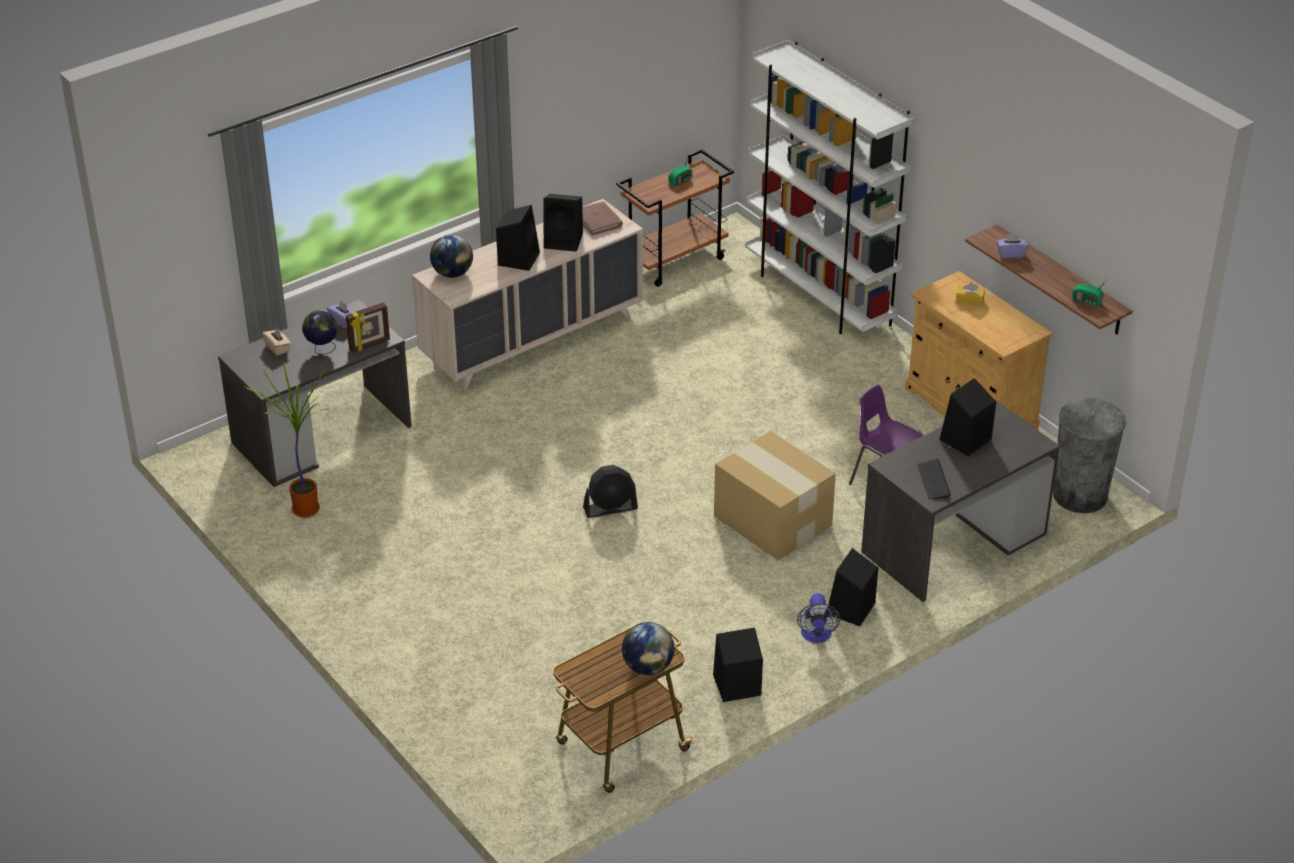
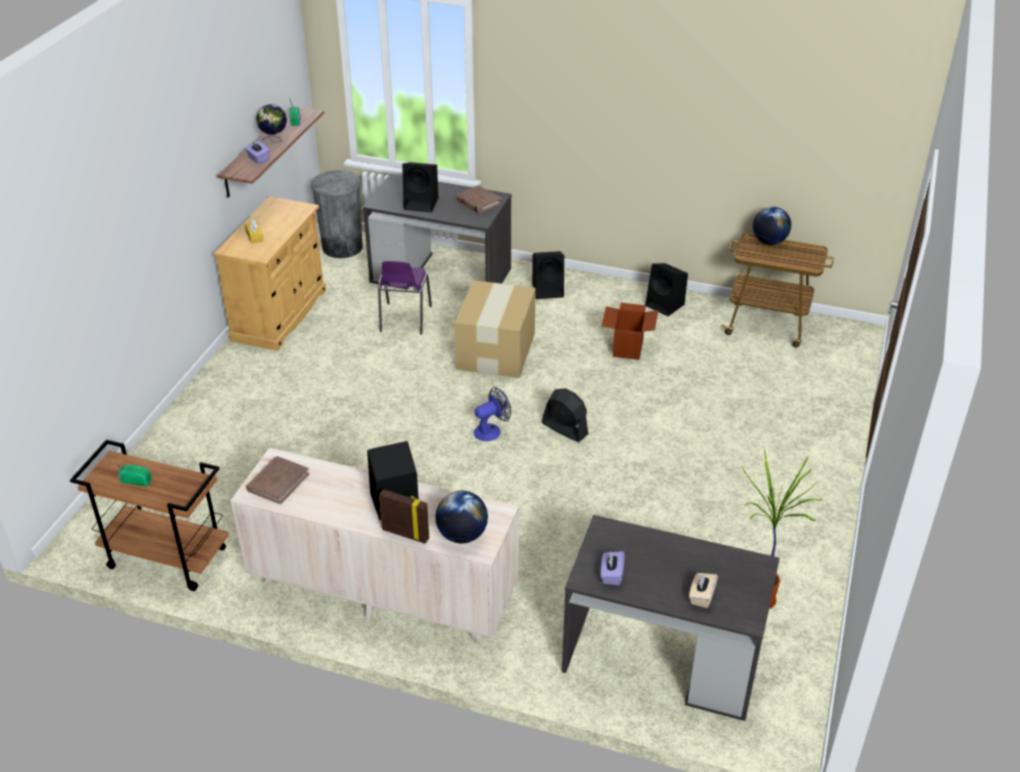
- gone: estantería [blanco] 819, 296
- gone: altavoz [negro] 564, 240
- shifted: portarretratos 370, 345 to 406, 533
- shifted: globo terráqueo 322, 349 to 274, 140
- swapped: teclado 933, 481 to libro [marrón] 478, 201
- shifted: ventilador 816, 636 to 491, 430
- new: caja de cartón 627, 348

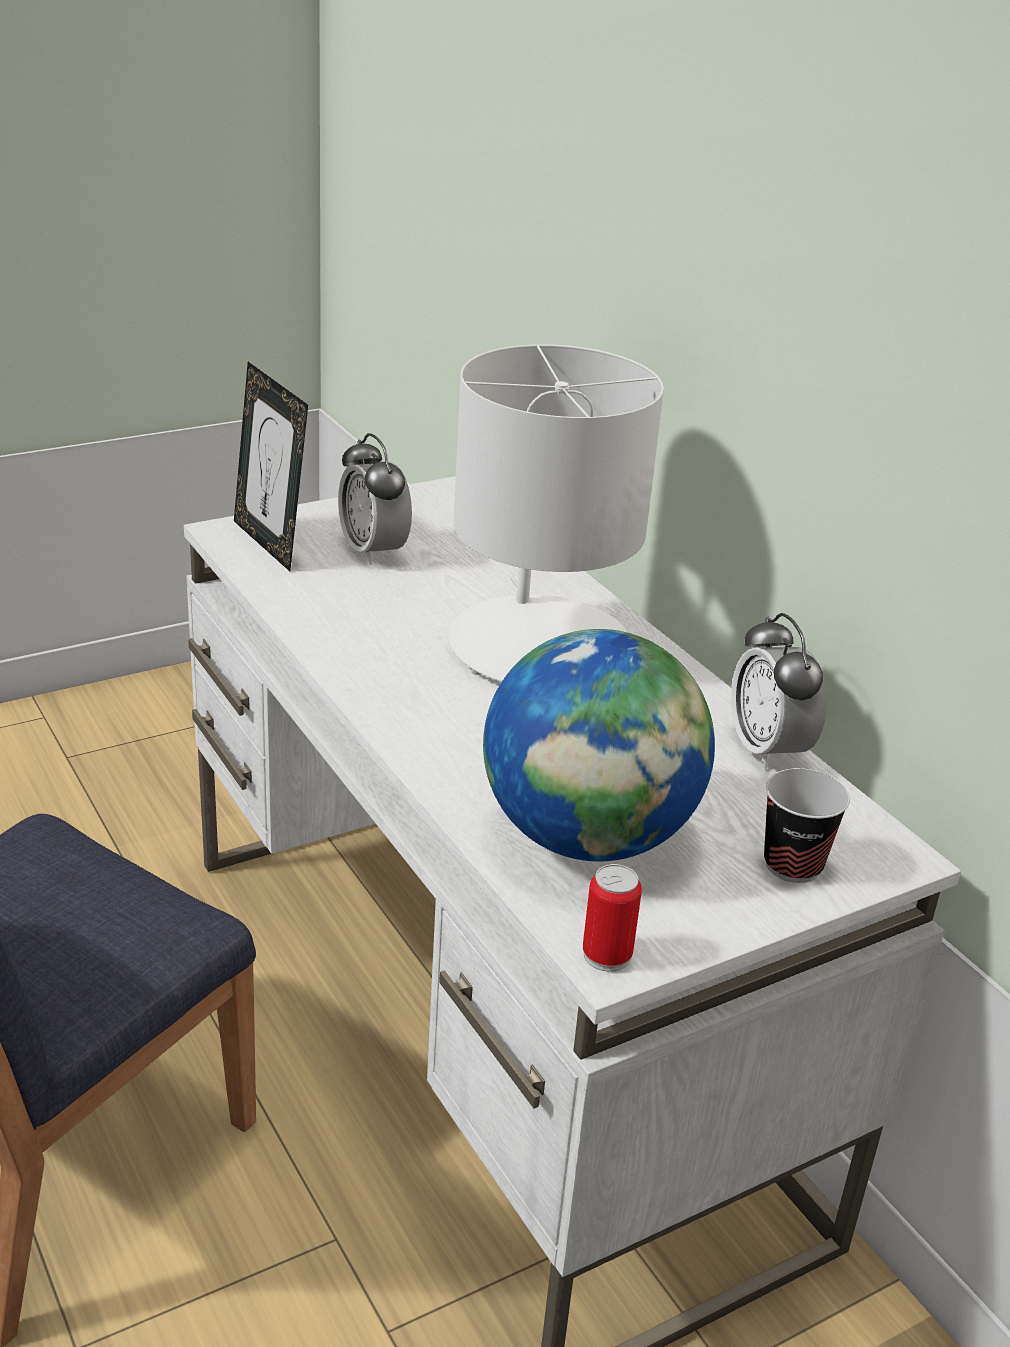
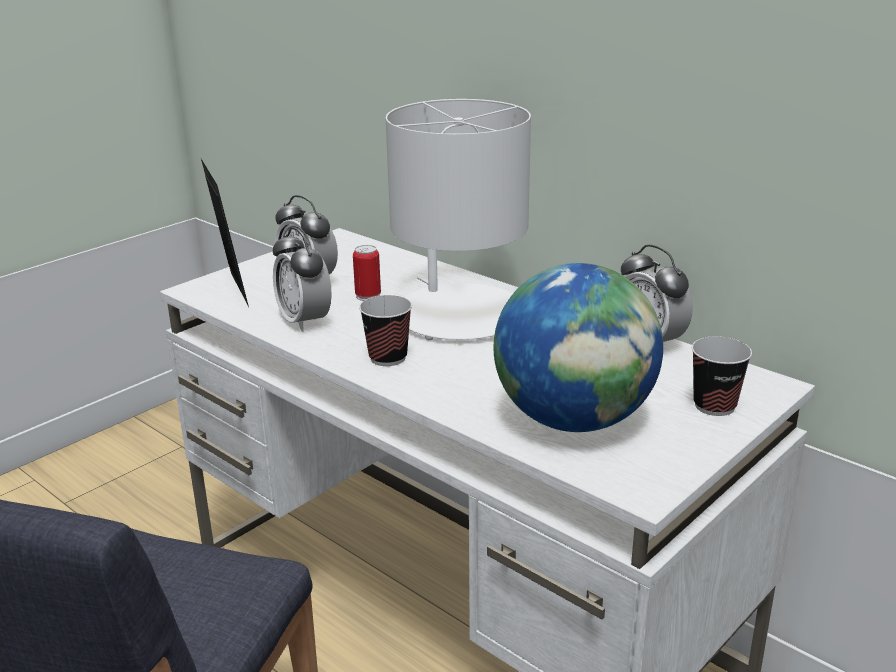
- rotated: portarretratos 270, 543 = 231, 290 150 degrees counterclockwise
- shifted: lata 607, 955 to 368, 296
- new: despertador 304, 321
- new: taza 388, 358

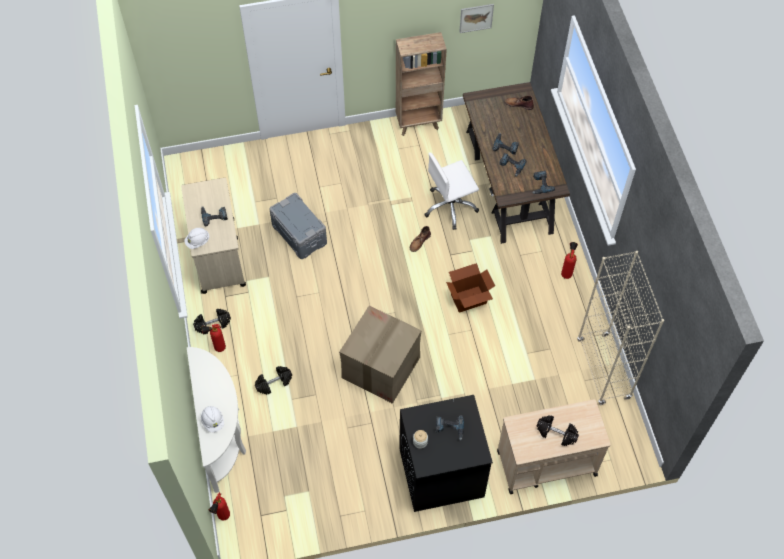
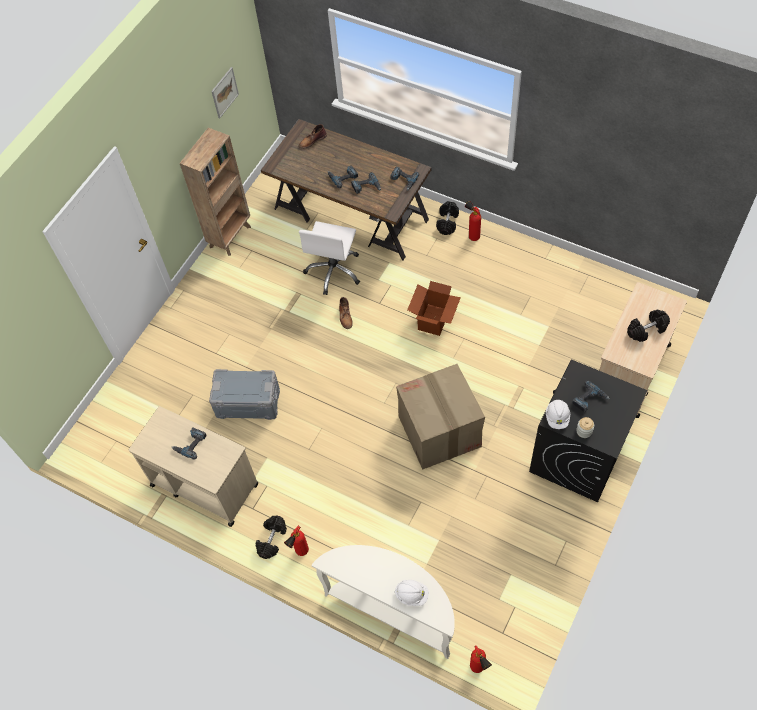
- shifted: casco [blanco] 198, 241 to 557, 417
- gone: estantería [beis] 603, 369
- shifted: mancuerna [negro] 274, 383 to 447, 222

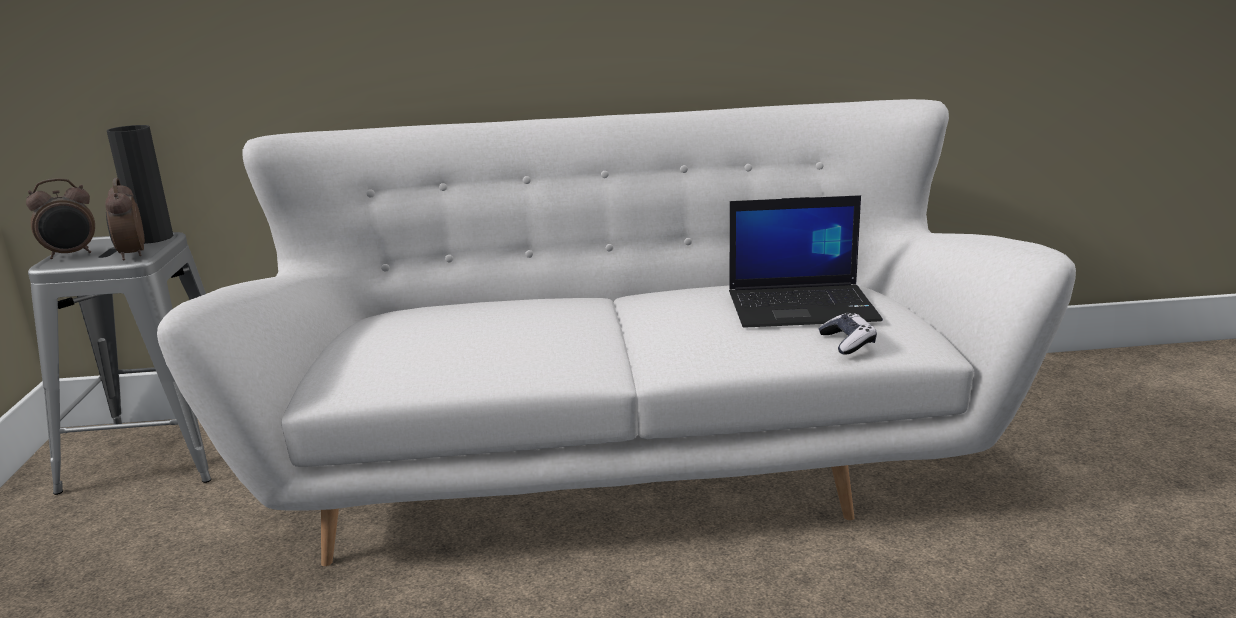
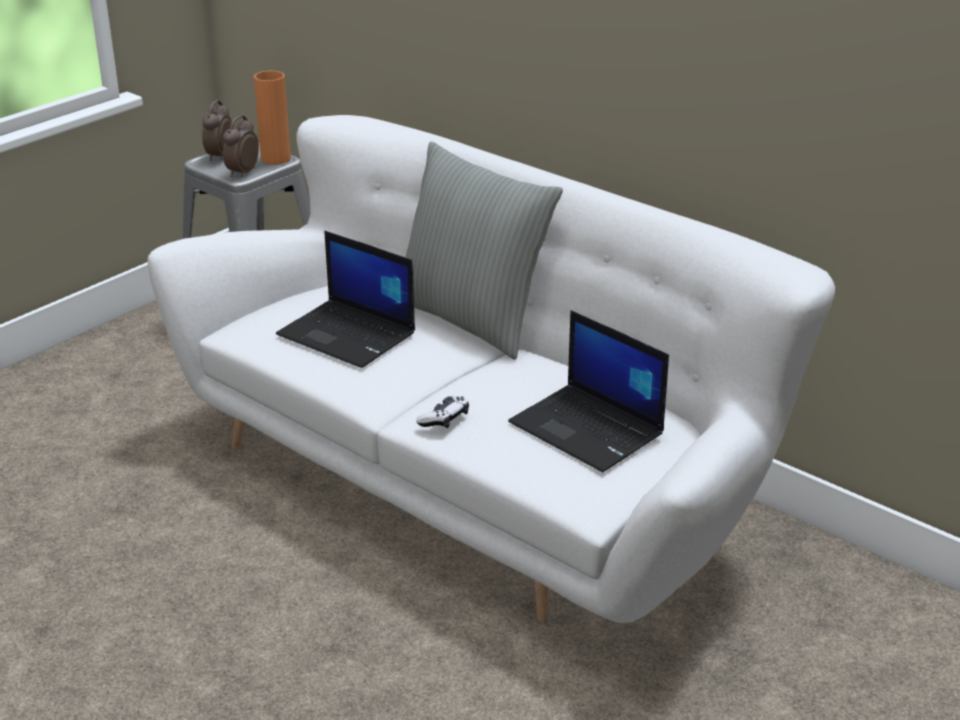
- repainted: florero [negro] 153, 238 to florero [naranja] 275, 159
- rotated: despertador 71, 254 = 219, 156 90 degrees clockwise
- shifted: mando de consola 847, 343 to 444, 419
- new: cojín [gris] 471, 319
- new: portátil 348, 334

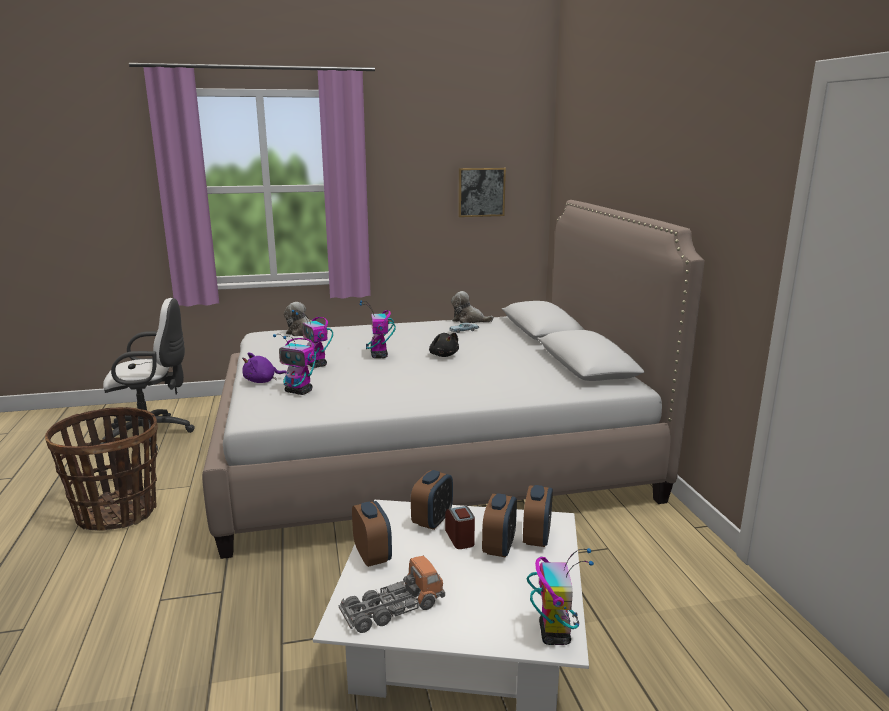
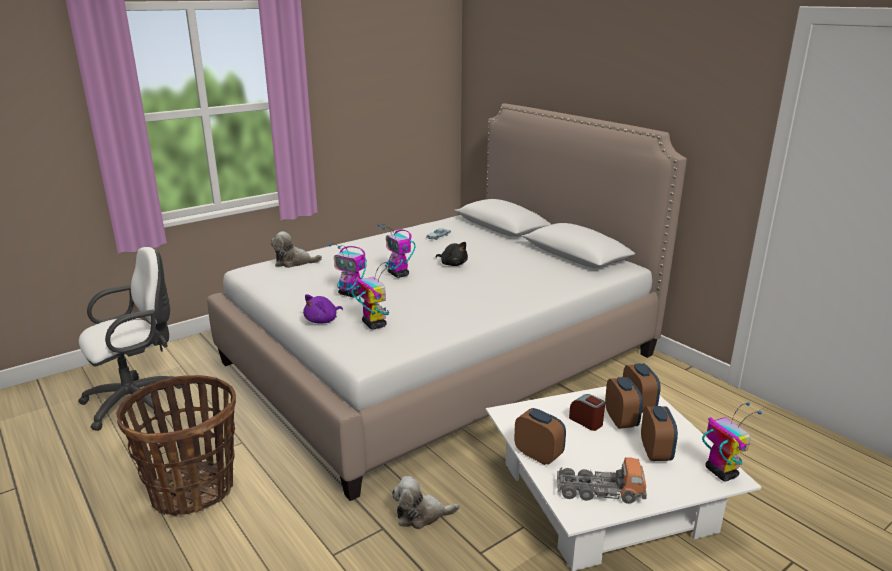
- gone: cuadro 481, 192
- shifted: peluche 469, 320 to 421, 515
- rotated: robot de juguete 299, 392 = 374, 324 120 degrees counterclockwise
- shifted: despertador 432, 520 to 655, 452
- rotated: camión de juguete 392, 609 = 599, 491 60 degrees clockwise

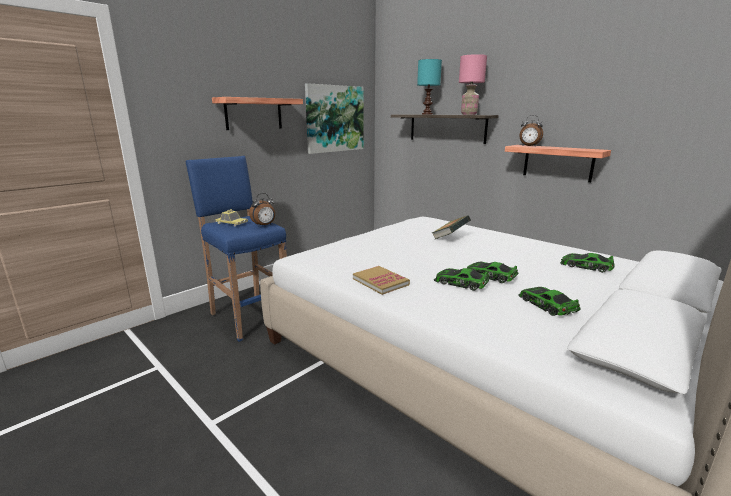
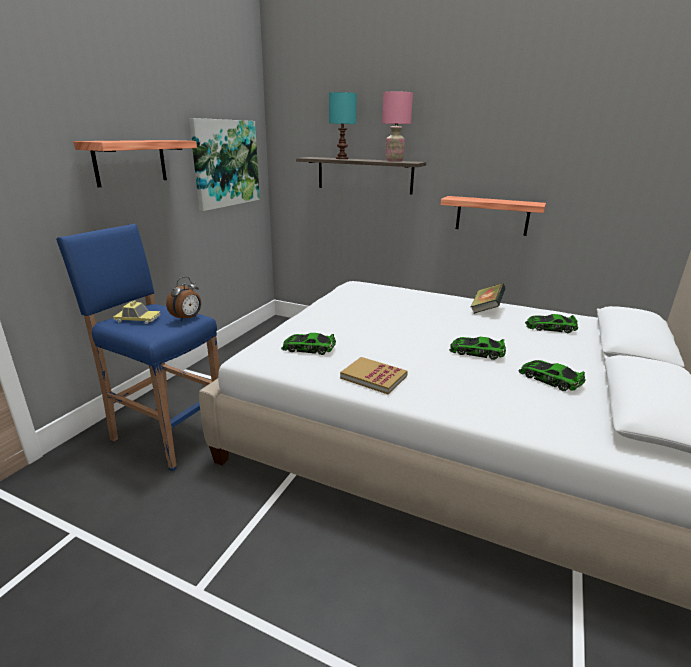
- gone: despertador 529, 146
- shifted: libro 450, 238 to 486, 310
- shifted: coche de juguete 460, 283 to 308, 348

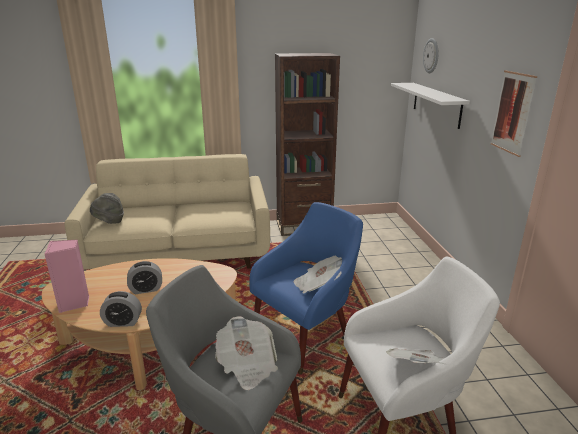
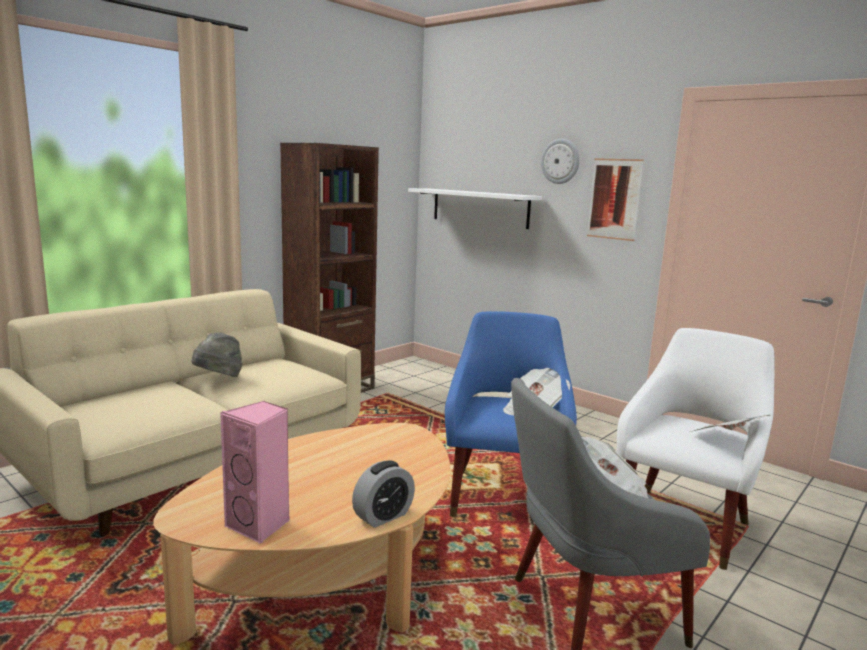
- shifted: reloj de pared 431, 56 to 560, 161
- shifted: sombrero [gris] 109, 222 to 218, 379
- gone: despertador 146, 289

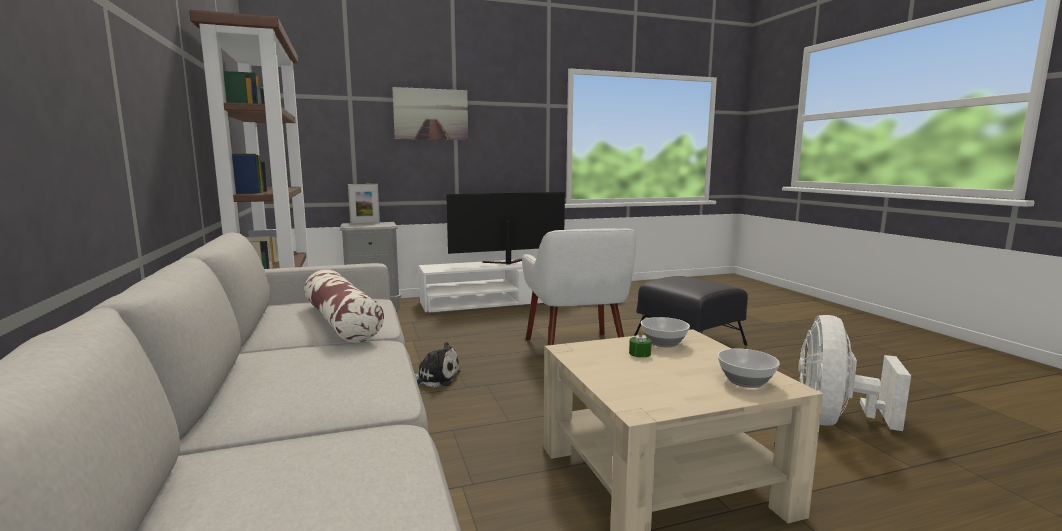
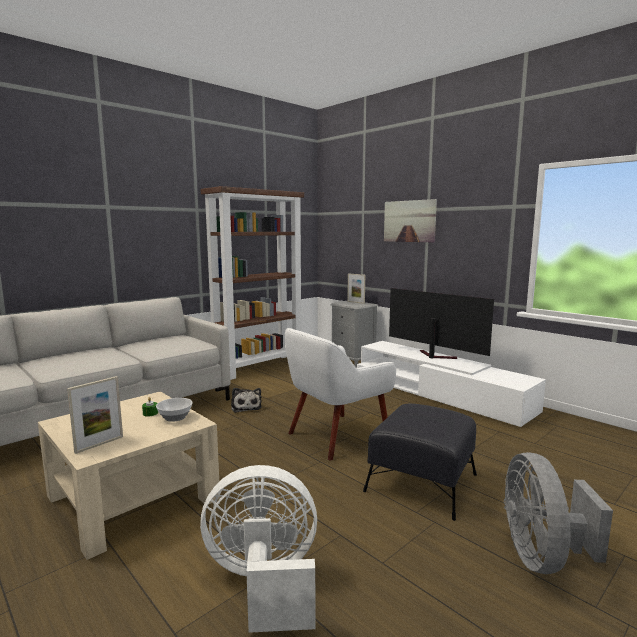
- gone: cojín 341, 322
- swapped: cuenco 744, 381 to portarretratos 99, 444
- new: ventilador [gris] 542, 557

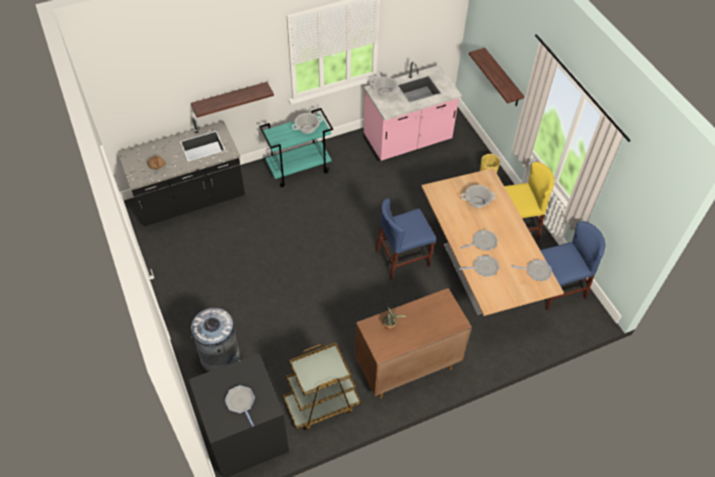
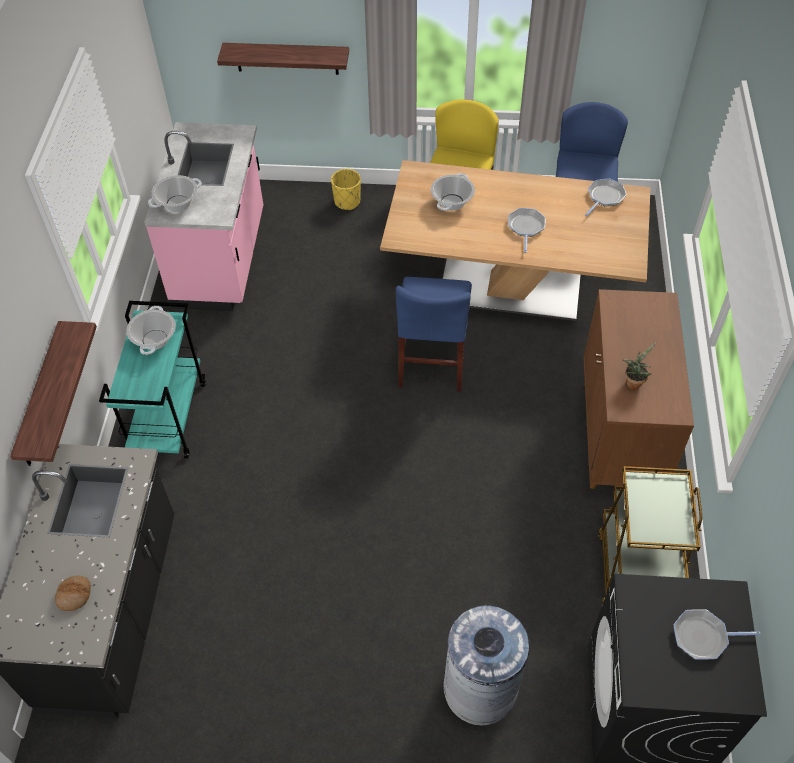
- gone: sartén 483, 268

